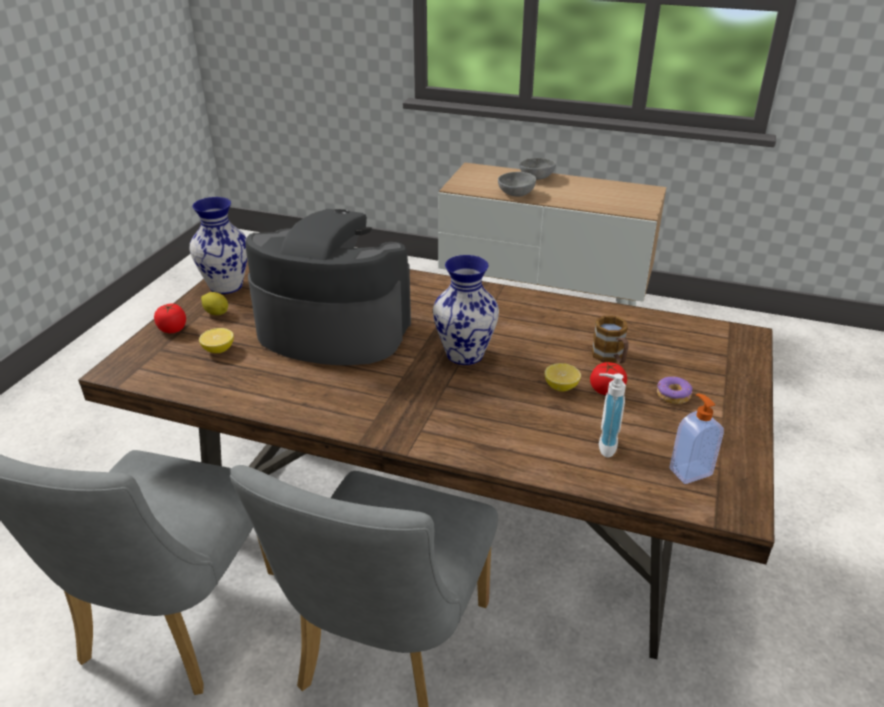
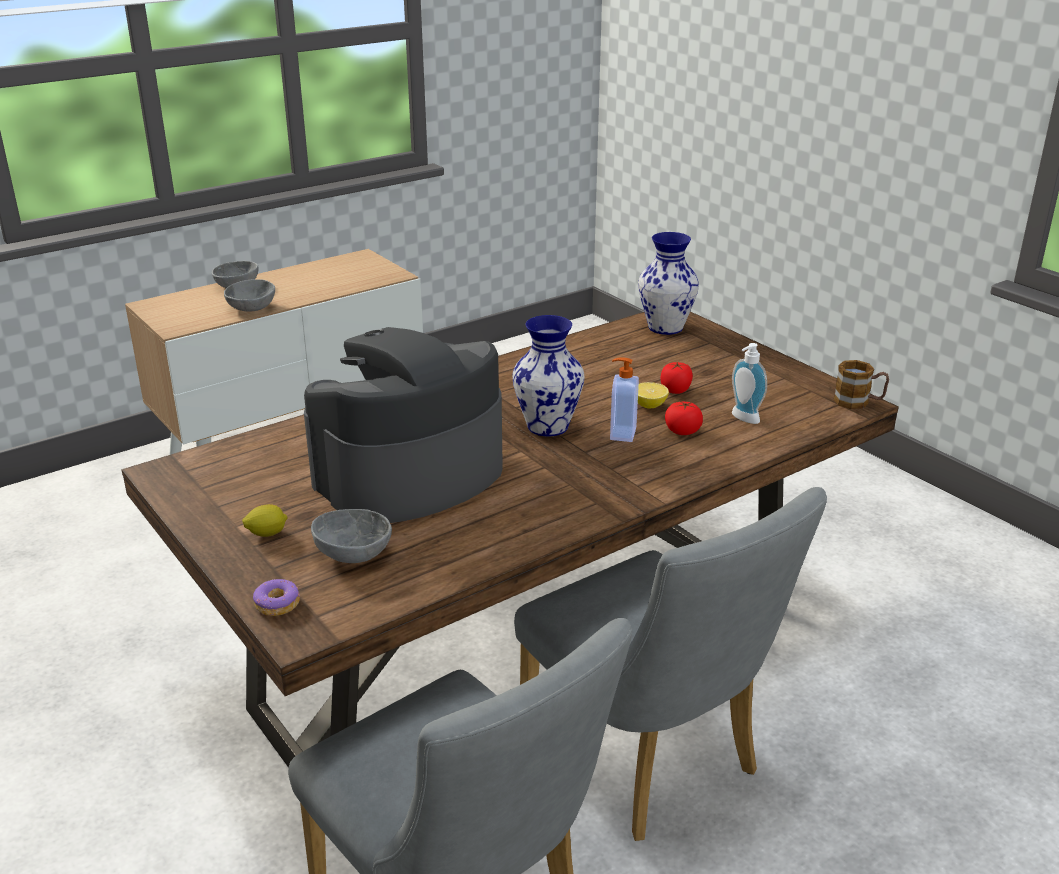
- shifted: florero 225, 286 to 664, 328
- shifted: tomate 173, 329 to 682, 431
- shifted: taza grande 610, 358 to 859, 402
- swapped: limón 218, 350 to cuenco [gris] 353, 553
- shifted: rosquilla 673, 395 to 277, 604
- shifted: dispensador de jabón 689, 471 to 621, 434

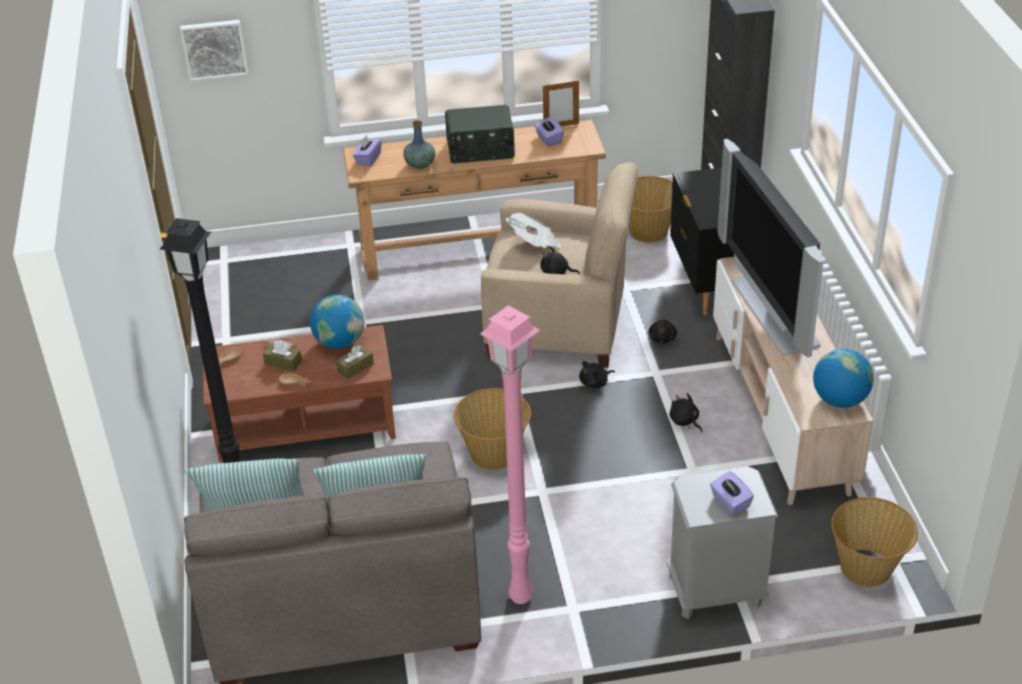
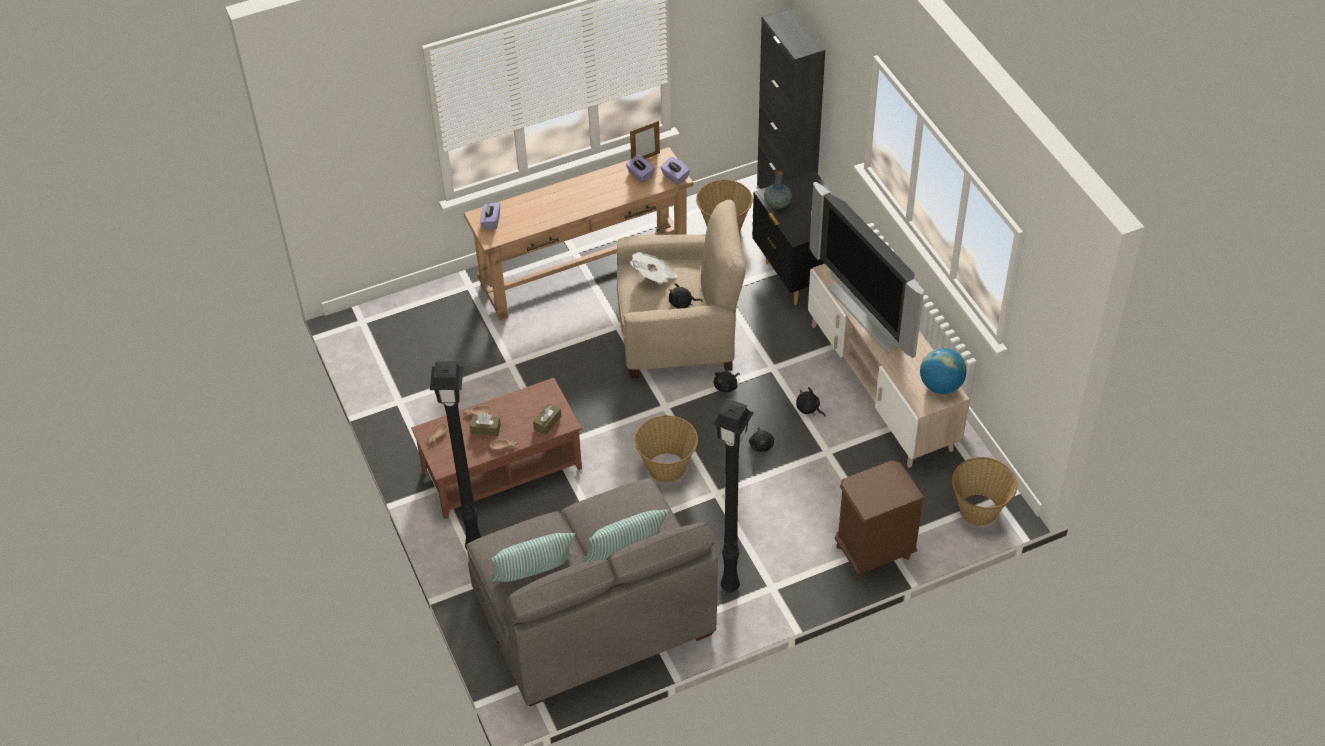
- gone: cuadro 214, 48
- gone: radio 480, 150
- shifted: florero 420, 165 to 777, 204
- gone: globo terráqueo 340, 342
- repainted: lámpara de pie [rosa] 520, 595 to lámpara de pie [negro] 729, 585
- shifted: peluche [negro] 662, 338 to 761, 445
- repainted: mesita de noche [gris] 714, 592 to mesita de noche [marrón] 873, 552
- shifted: caja de pañuelos [morado] 730, 502 to 675, 177

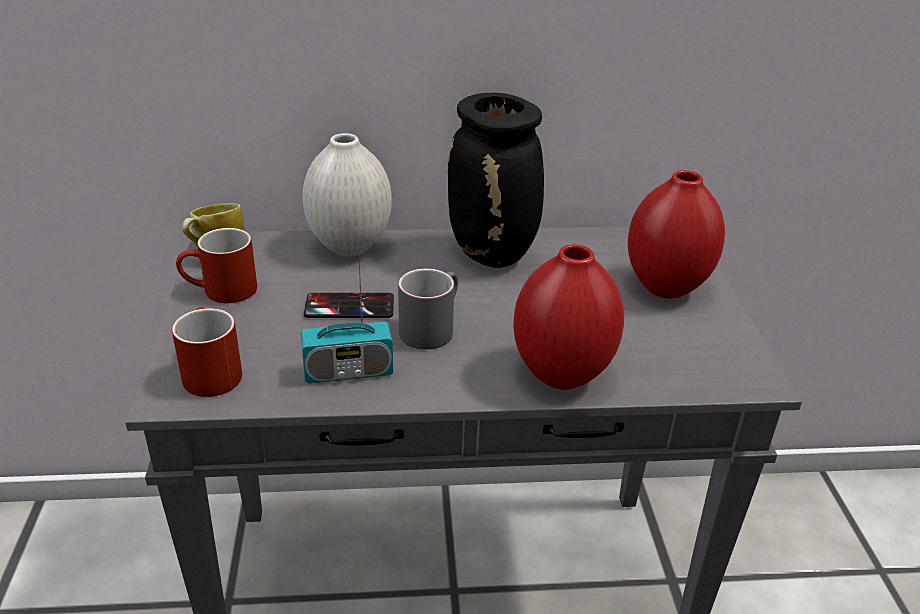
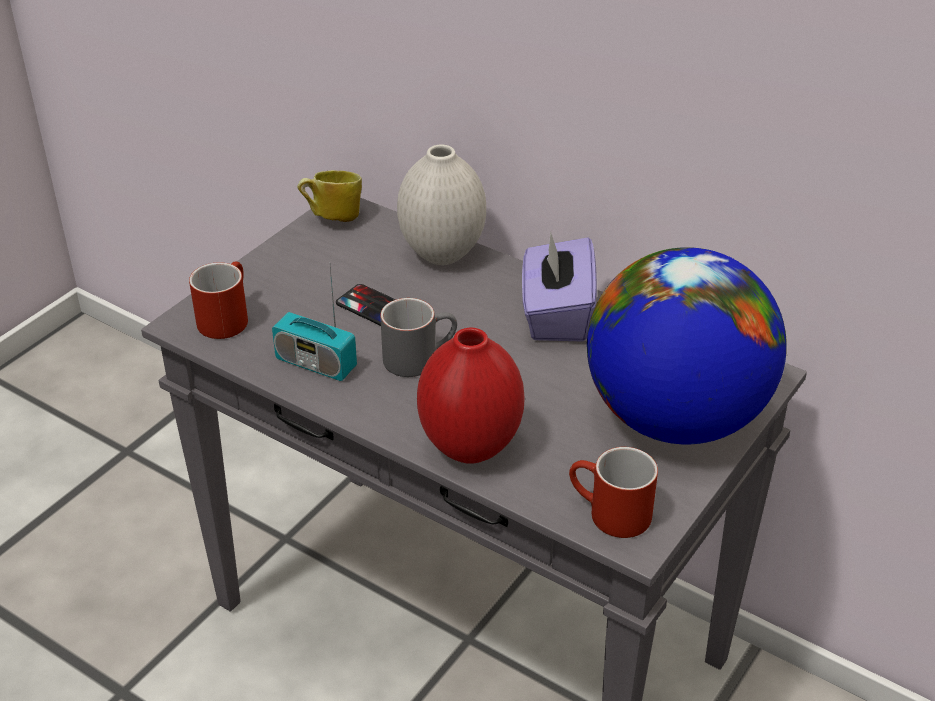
- swapped: florero [negro] 493, 255 to caja de pañuelos [morado] 556, 315
- swapped: florero [rojo] 664, 287 to globo terráqueo 675, 418
- shifted: taza grande [rojo] 220, 292 to 608, 514

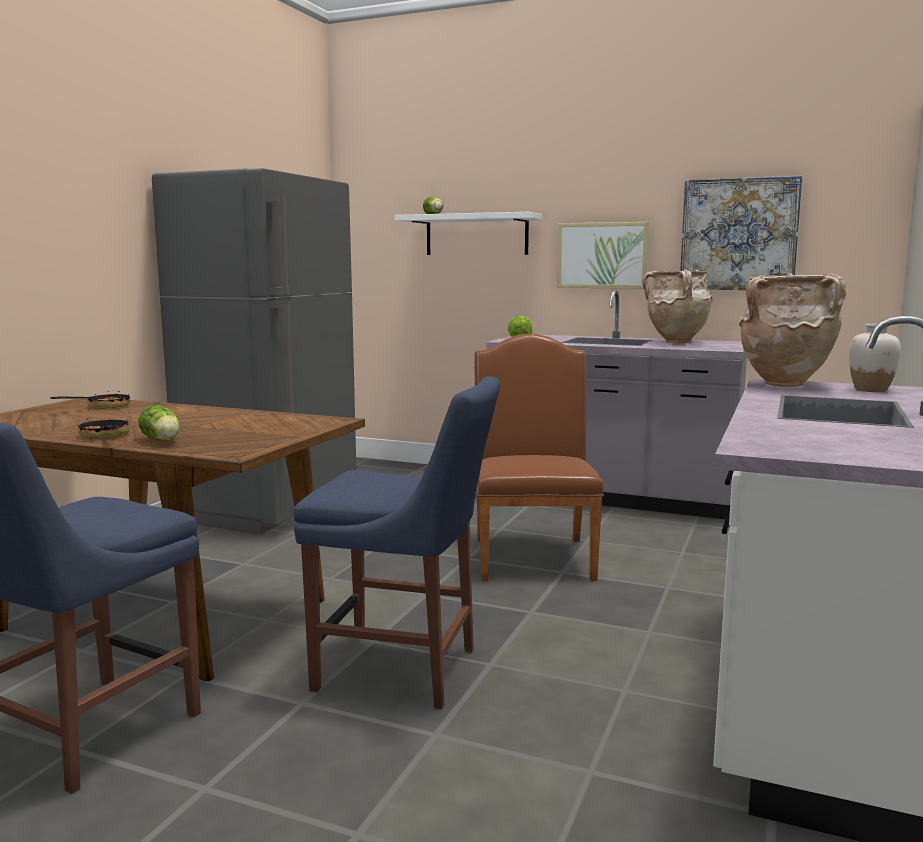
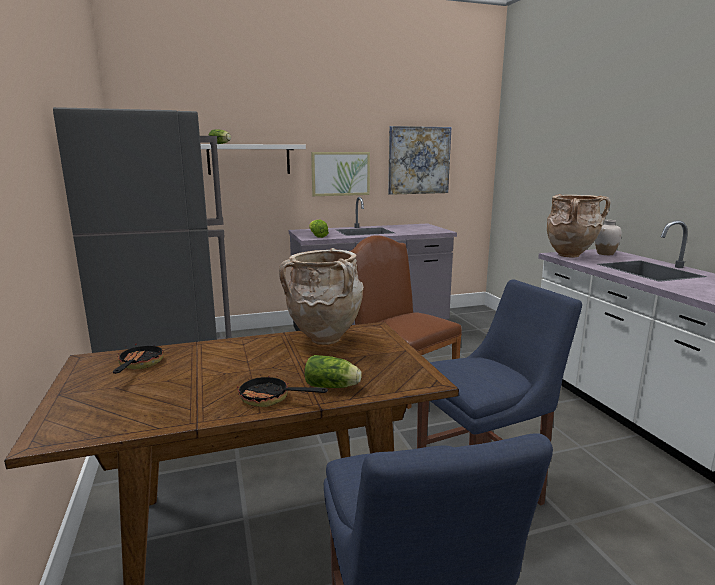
- shifted: florero [beis] 677, 342 to 325, 341

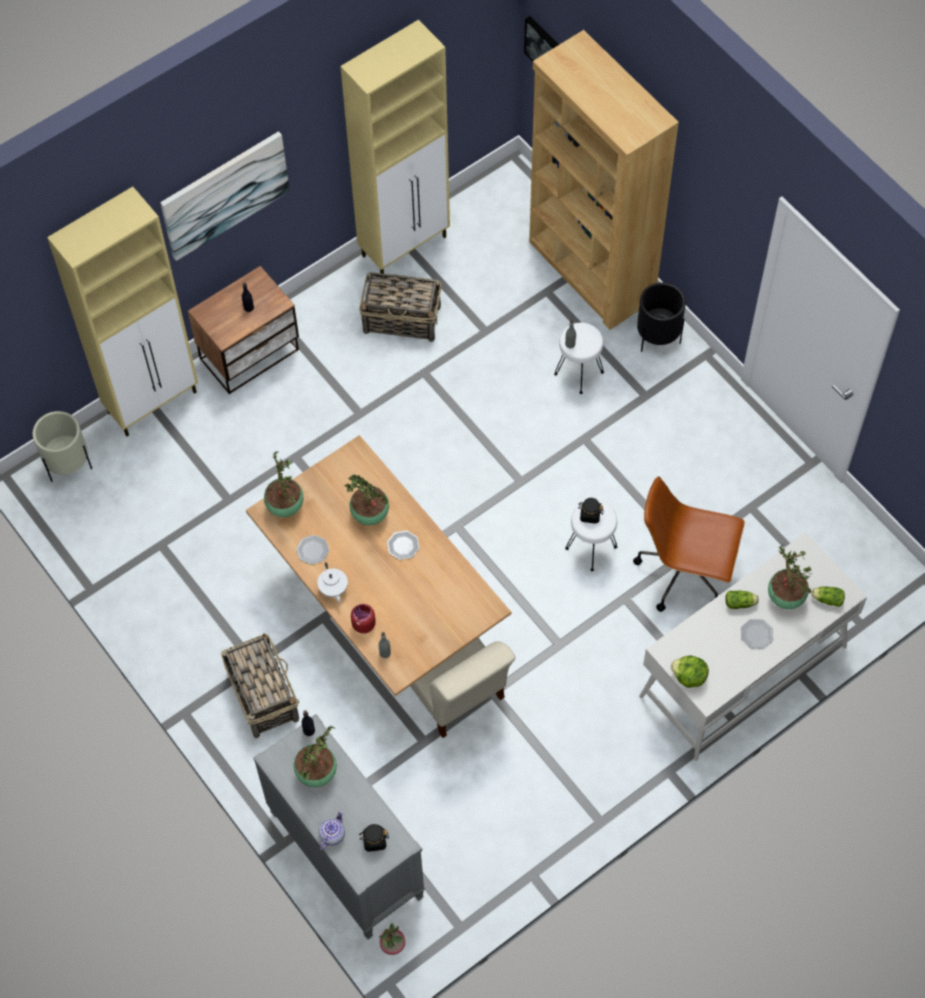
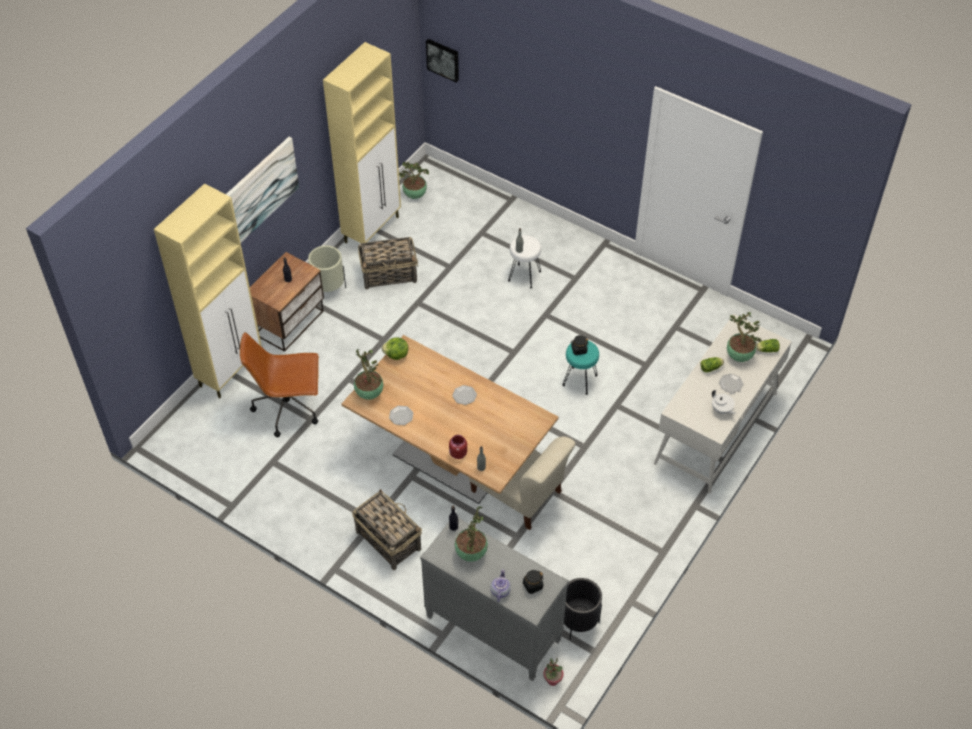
- gone: estantería [marrón] 591, 271
- shifted: maceta [negro] 658, 338 to 579, 623
- shifted: maceta [beis] 68, 465 to 329, 290
- shifted: planta en maceta 371, 515 to 415, 195
- shifted: silla de oficina [marrón] 684, 572 to 289, 408
- repainted: taburete [blanco] 591, 548 to taburete [turquesa] 580, 380
- shifted: tetera [blanco] 333, 589 to 721, 410
- shifted: lechuga 689, 677 to 396, 355

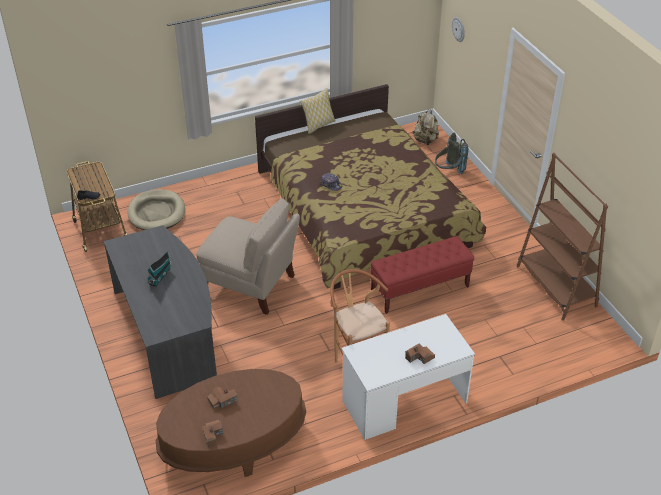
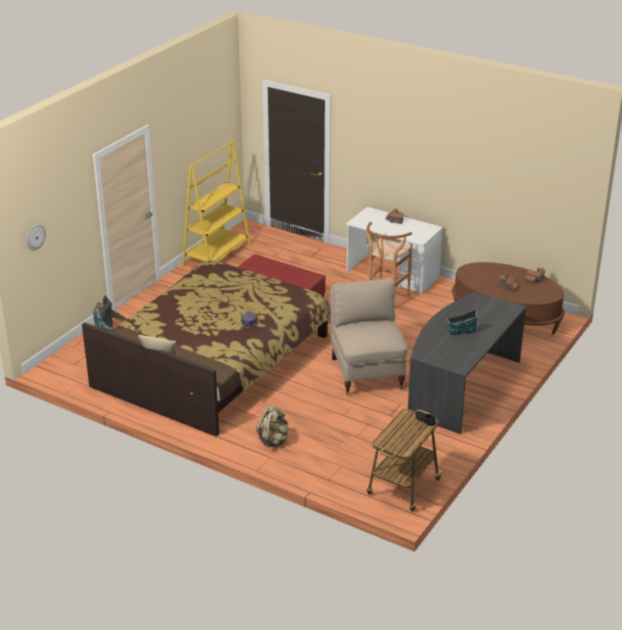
- shifted: mochila [beis] 425, 140 to 274, 440
- repainted: estantería [marrón] 556, 286 to estantería [amarillo] 217, 255
- gone: cama para perro [beis] 156, 213

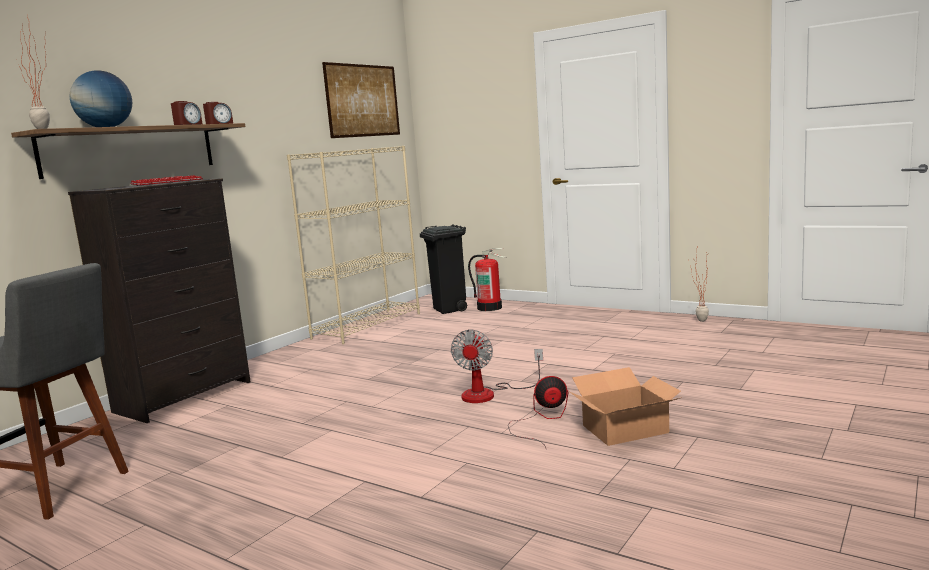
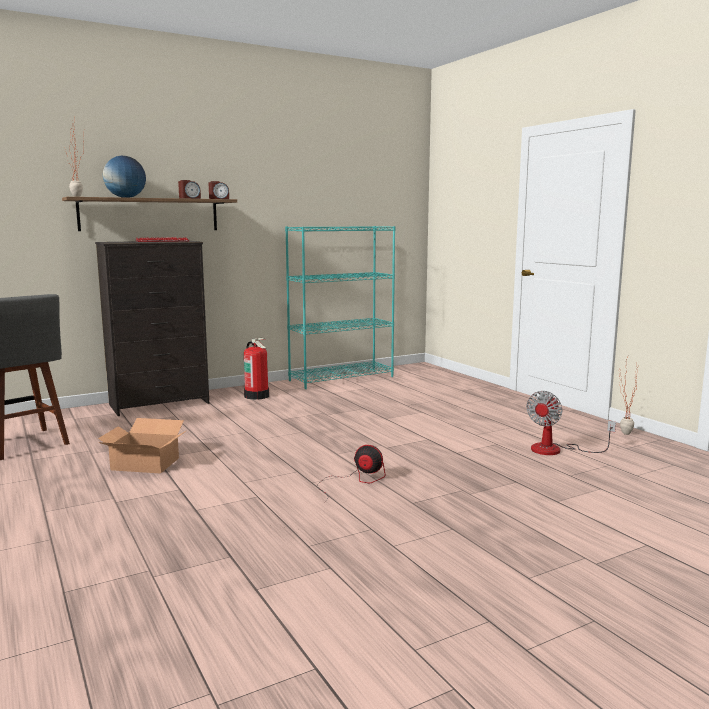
- gone: cuadro 363, 100
- repainted: estantería [beis] 367, 325 to estantería [turquesa] 342, 378
- gone: papelera [negro] 449, 310
- shifted: extintor 490, 308 to 257, 396
- shifted: ventilador 489, 394 to 556, 450
- shifted: caja de cartón 624, 429 to 145, 464

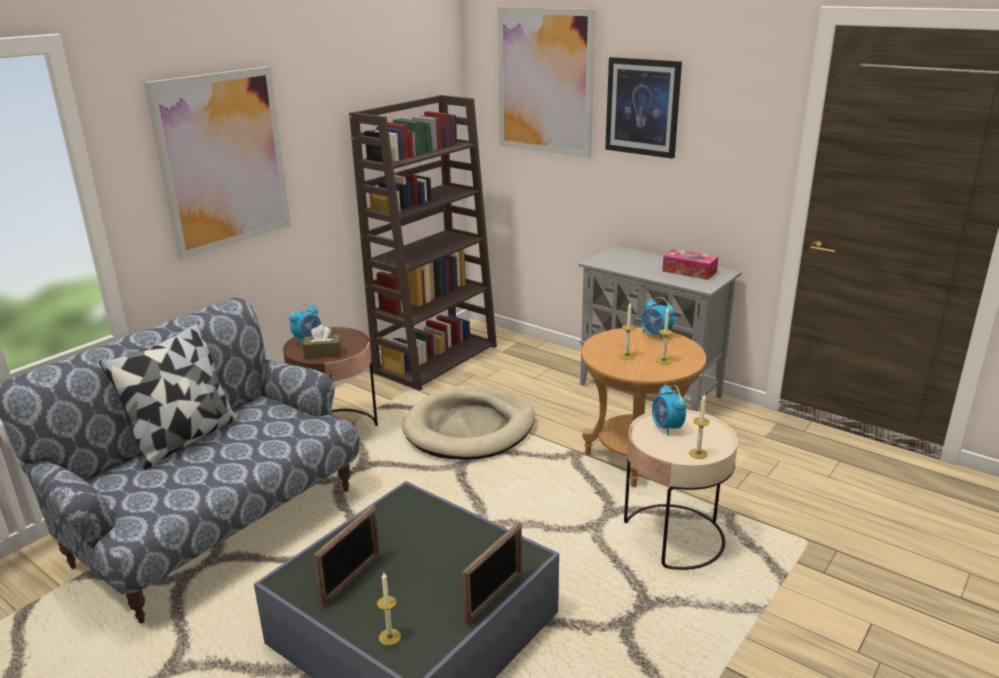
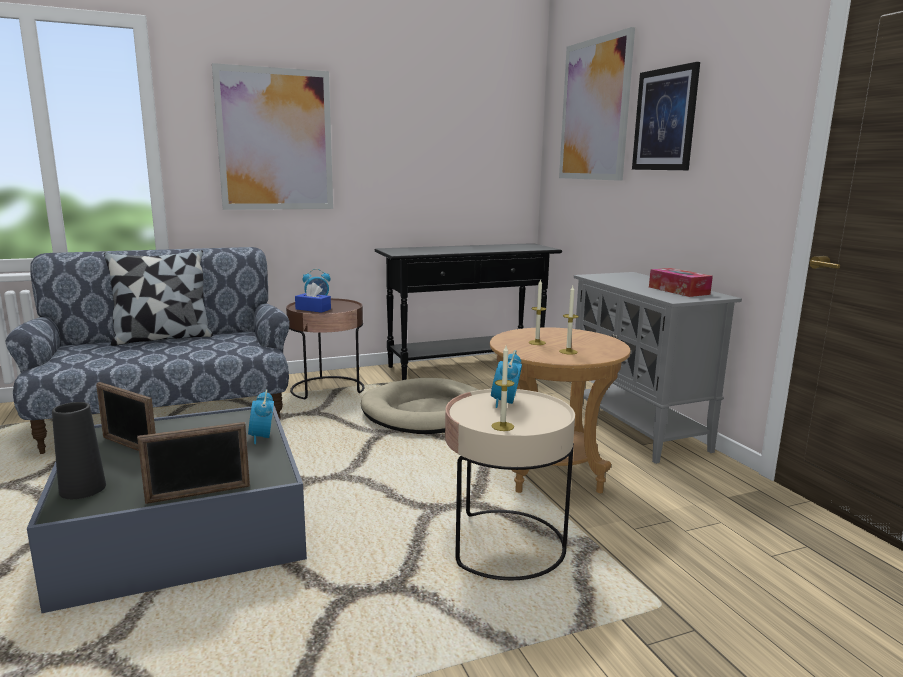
- swapped: estantería [marrón] 436, 358 to mesa consola [negro] 466, 366
- shifted: despertador 655, 335 to 262, 438
- repainted: caja de pañuelos [marrón] 323, 353 to caja de pañuelos [azul] 313, 309
- rotated: portarretratos 351, 579 = 129, 446 60 degrees clockwise
- swapped: vela 389, 637 to florero [negro] 82, 489

